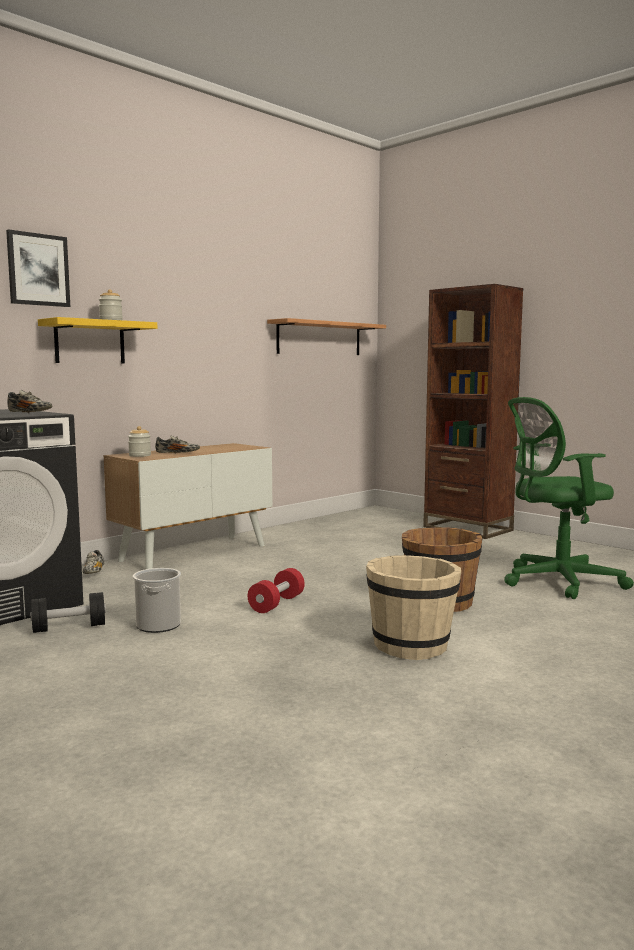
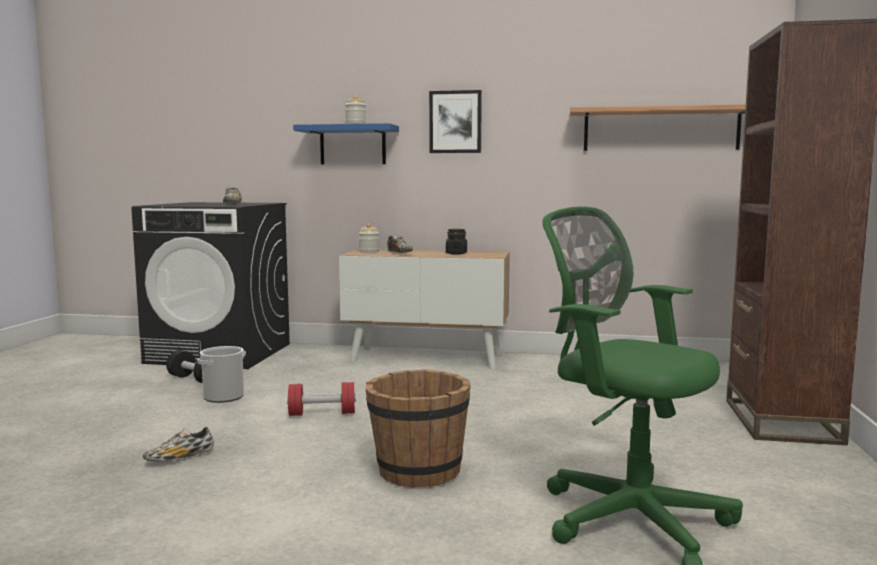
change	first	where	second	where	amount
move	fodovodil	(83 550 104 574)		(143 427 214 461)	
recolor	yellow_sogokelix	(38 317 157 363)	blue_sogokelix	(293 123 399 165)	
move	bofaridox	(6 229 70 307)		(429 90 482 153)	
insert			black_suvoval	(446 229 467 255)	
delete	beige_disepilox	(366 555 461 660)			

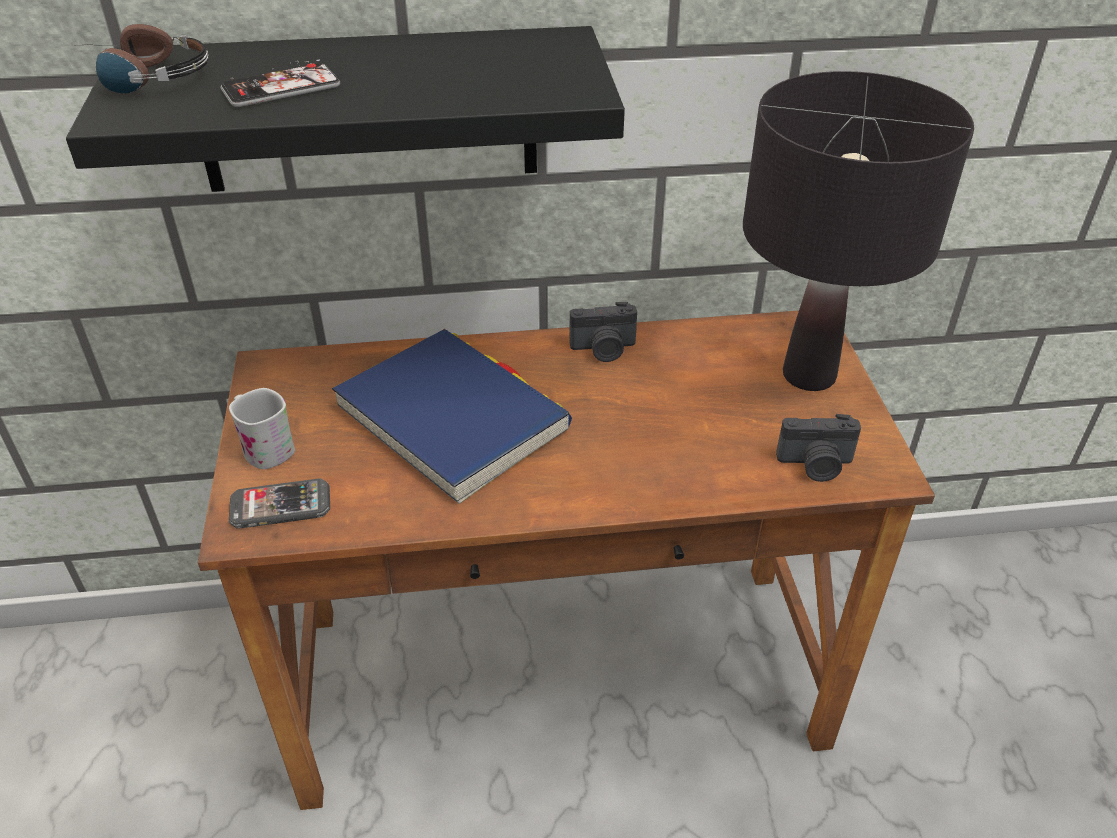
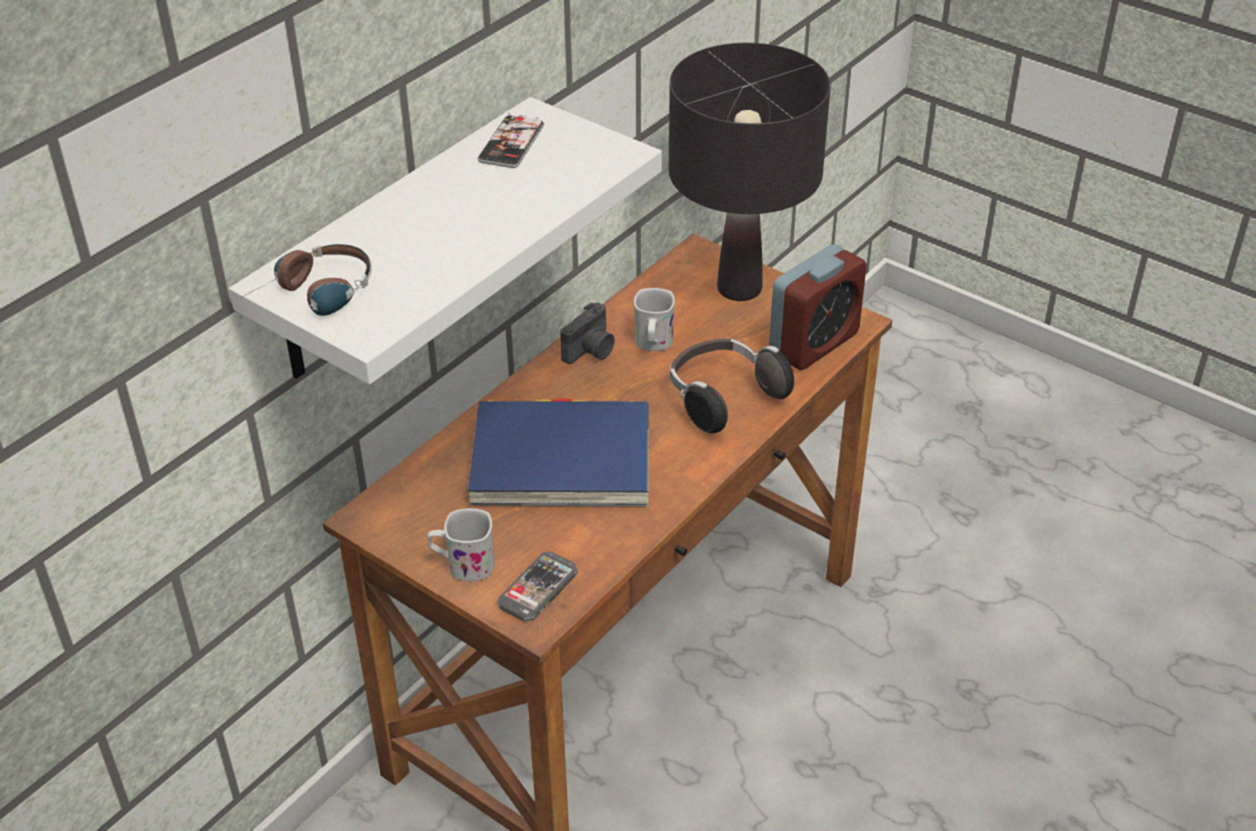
change	first	where	second	where	amount
recolor	black_sogokelix	(66 26 625 192)	white_sogokelix	(229 97 662 384)	
move	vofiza	(221 59 340 107)		(478 113 544 168)	
insert			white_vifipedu	(634 288 675 351)	
insert			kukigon	(670 338 794 433)	
replace	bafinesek	(776 414 861 482)	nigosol	(769 244 867 370)	

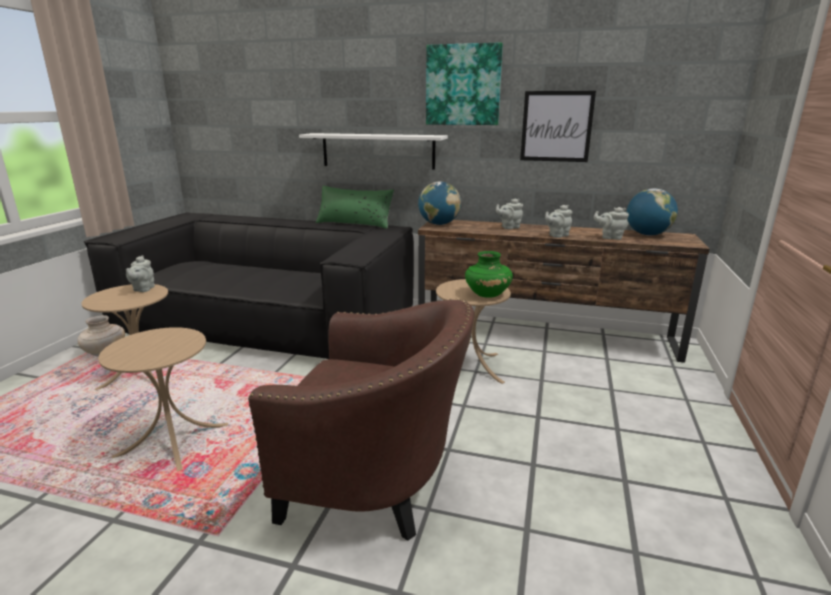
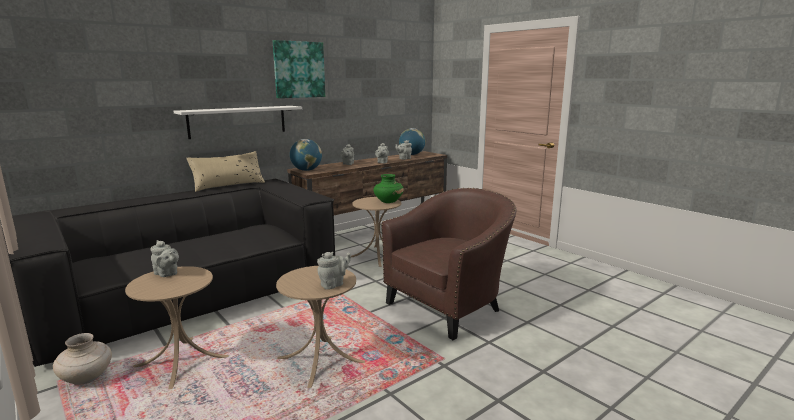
change	first	where	second	where	amount
recolor	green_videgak	(316 186 394 229)	beige_videgak	(187 151 265 192)	
insert			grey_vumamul	(317 252 351 290)	
delete	bofaridox	(520 91 596 162)			

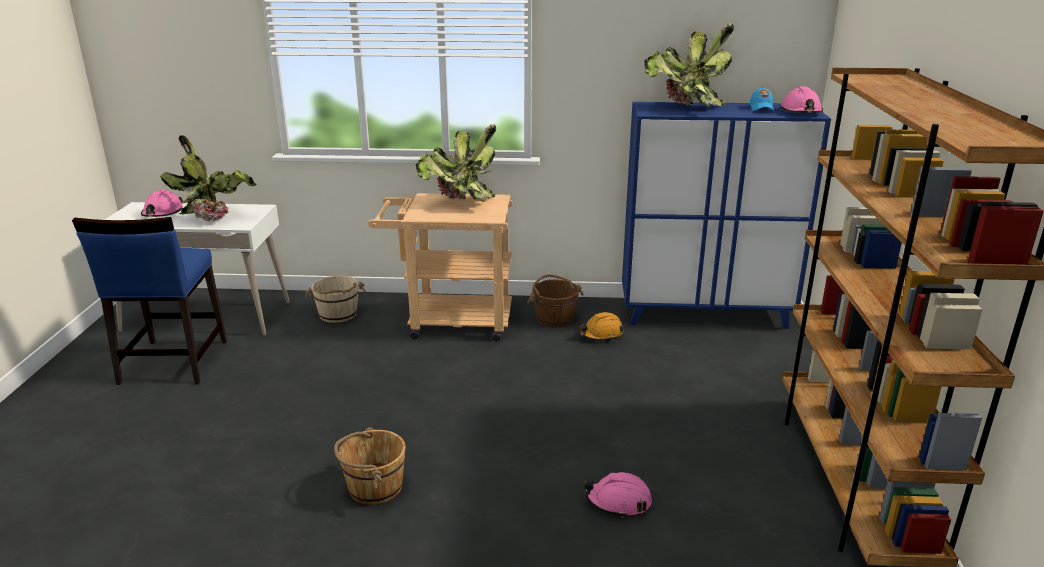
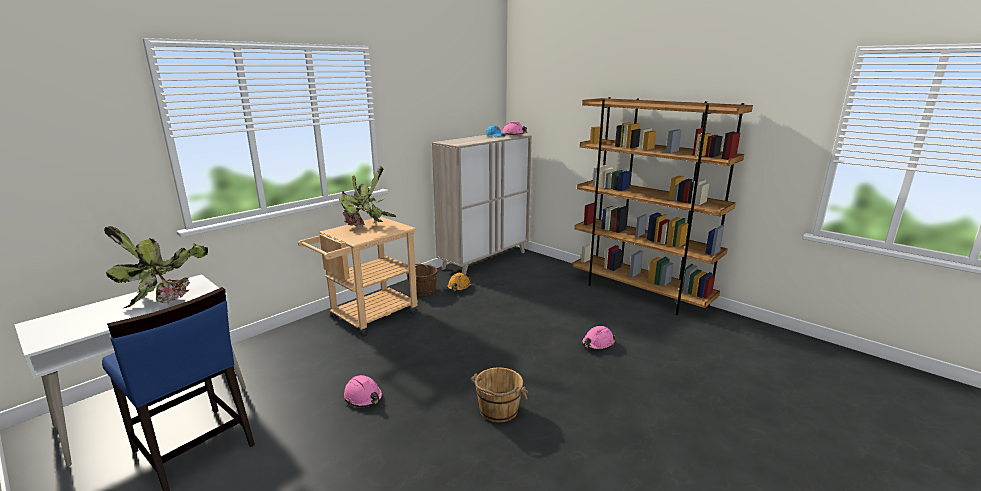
change	first	where	second	where	amount
move	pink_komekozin	(141 190 183 217)		(344 375 383 407)	
recolor	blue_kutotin	(622 102 831 329)	beige_kutotin	(432 134 532 275)	
delete	beige_disepilox	(305 276 366 323)			
delete	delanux	(644 23 734 108)			

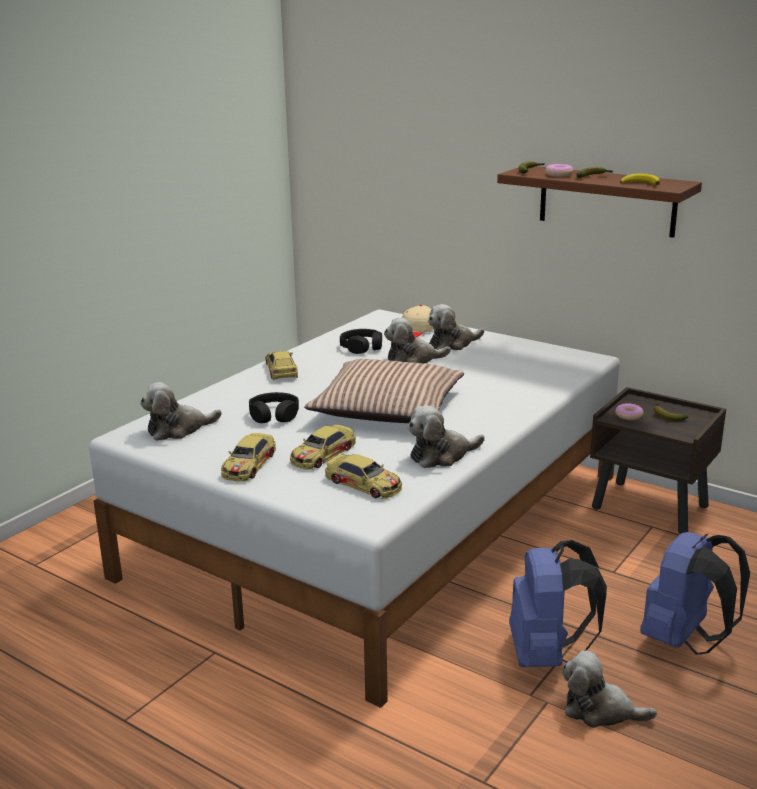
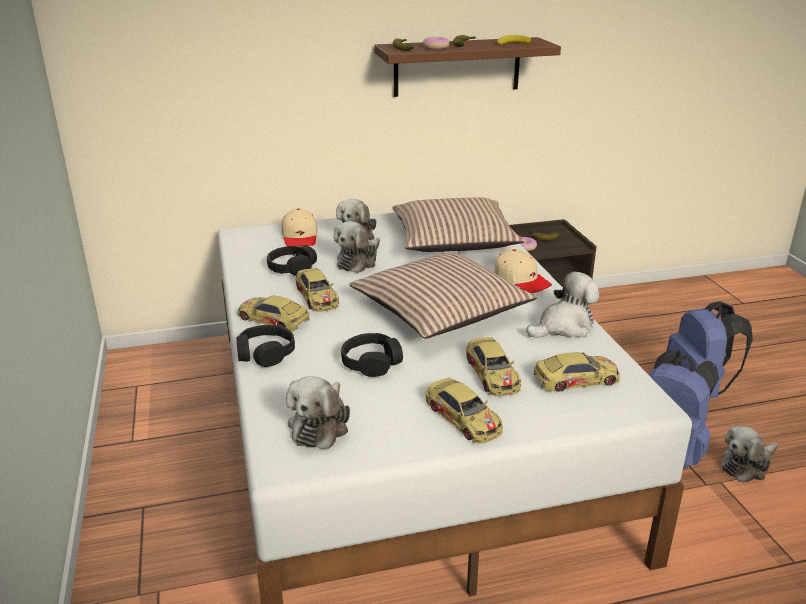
change	first	where	second	where	amount
insert			black_kukigon	(236 325 295 367)	
insert			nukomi	(296 268 339 312)	
insert			videgak	(393 197 525 252)	
insert			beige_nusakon	(494 249 552 293)	
rotate	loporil	(408 406 484 468)		(526 272 599 338)	135 degrees counterclockwise

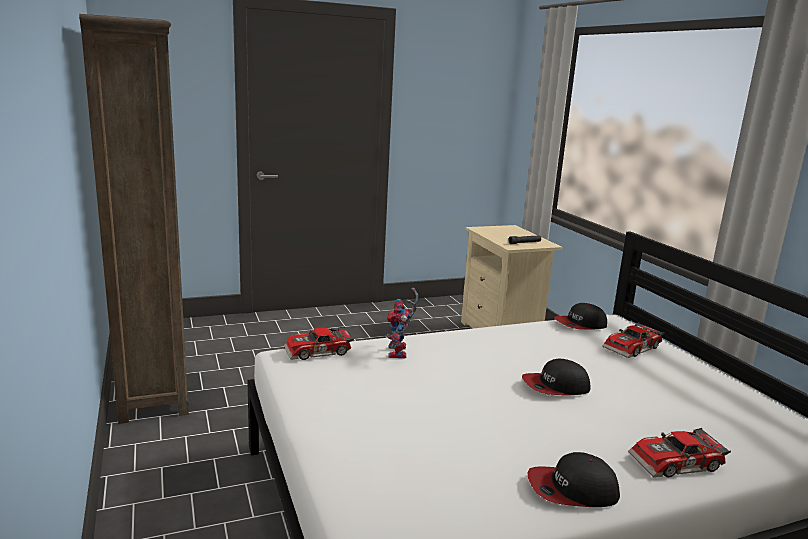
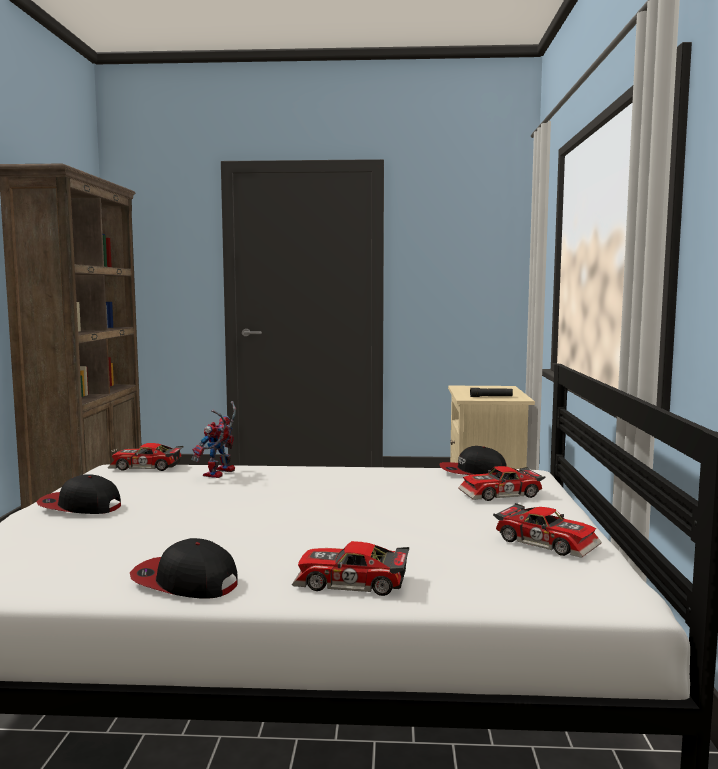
change	first	where	second	where	amount
move	nusakon	(522 359 591 395)		(36 474 121 514)	
insert			nukomi	(493 503 602 558)	

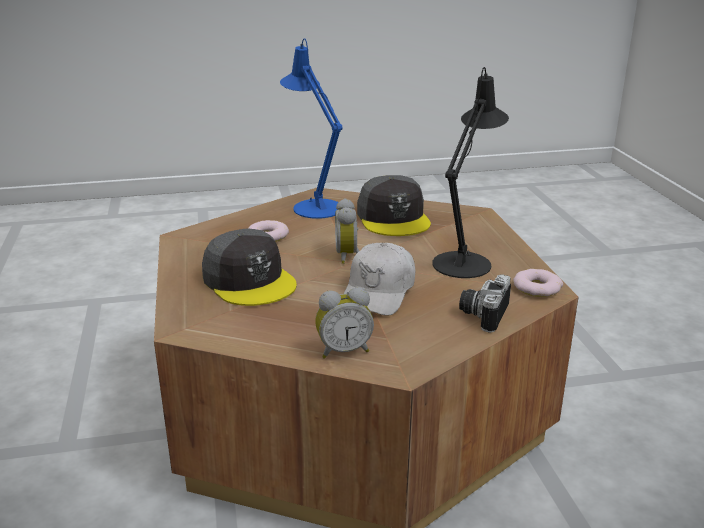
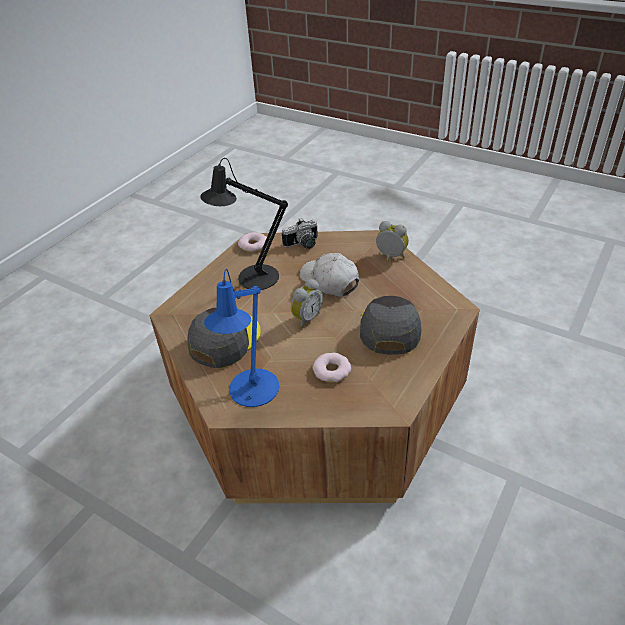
change	first	where	second	where	amount
rotate	white_nusakon	(344 243 415 316)		(299 253 359 297)	105 degrees counterclockwise

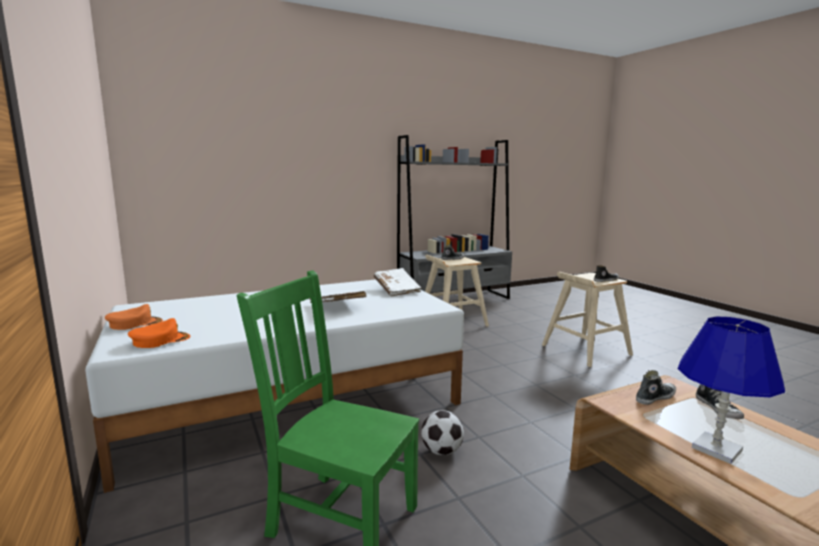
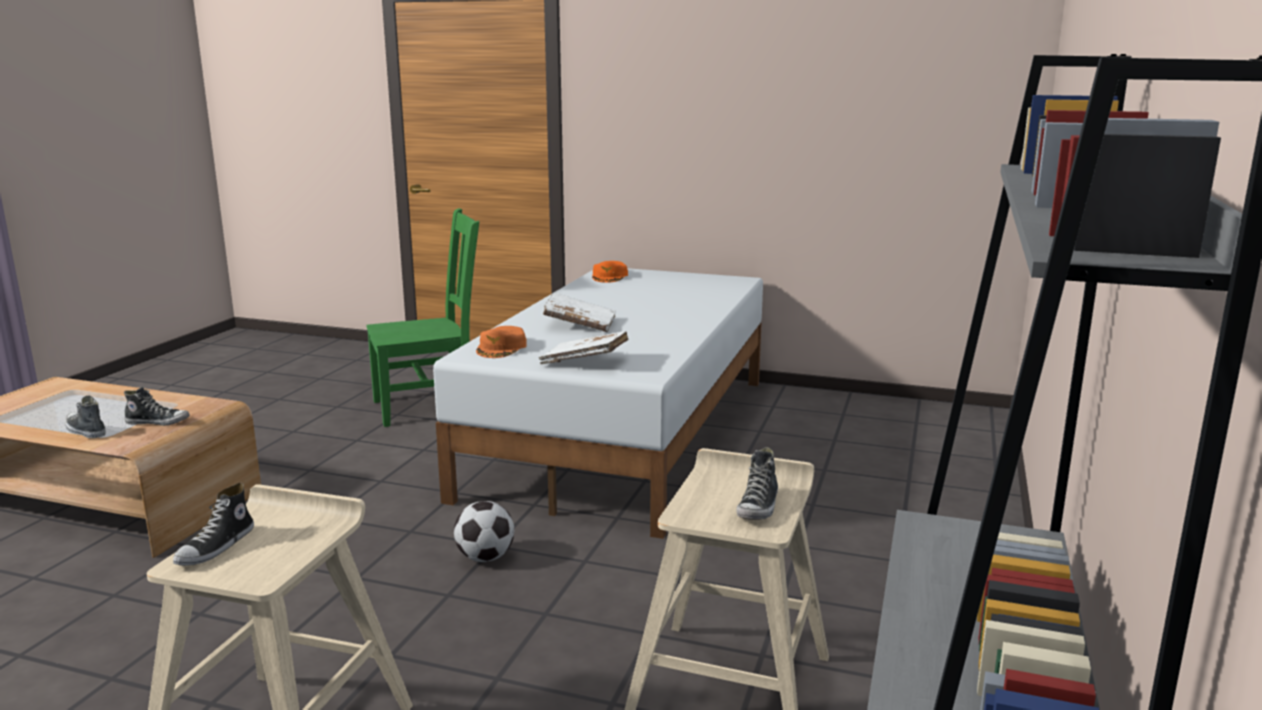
change	first	where	second	where	amount
rotate	fodovodil	(636 370 676 405)		(124 387 190 426)	105 degrees counterclockwise
move	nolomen	(421 410 464 455)		(454 501 514 562)	
move	orange_nusakon	(105 304 163 330)		(476 326 527 358)	
delete	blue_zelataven	(678 316 785 464)			

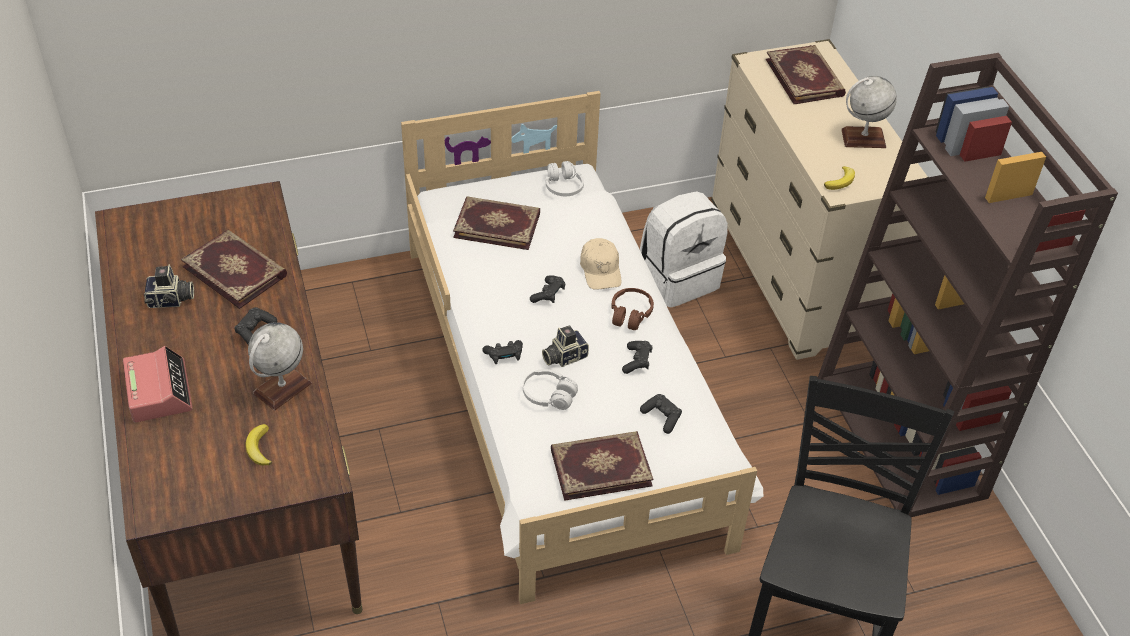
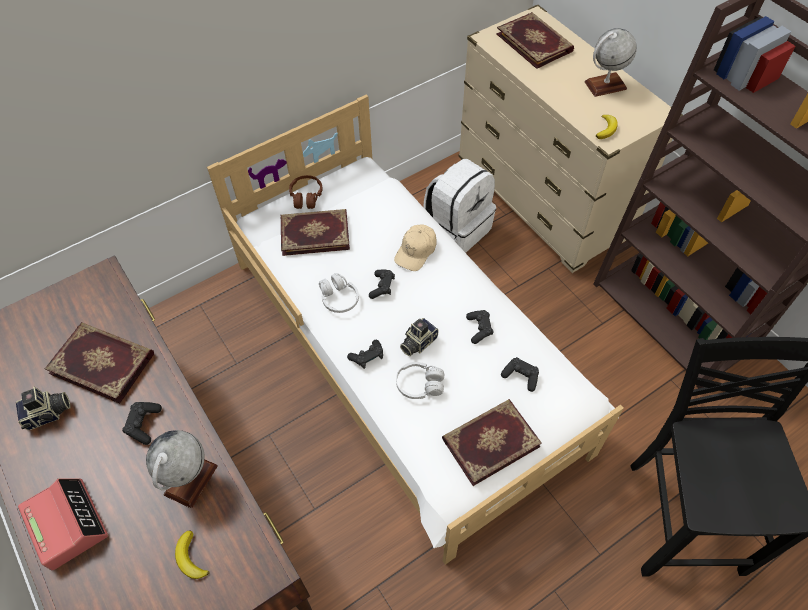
change	first	where	second	where	amount
move	brown_kukigon	(611 288 654 330)		(289 175 323 209)	
move	white_kukigon	(546 161 584 196)		(319 273 359 313)	
rotate	beige_nusakon	(580 238 622 290)		(394 224 437 271)	60 degrees clockwise

